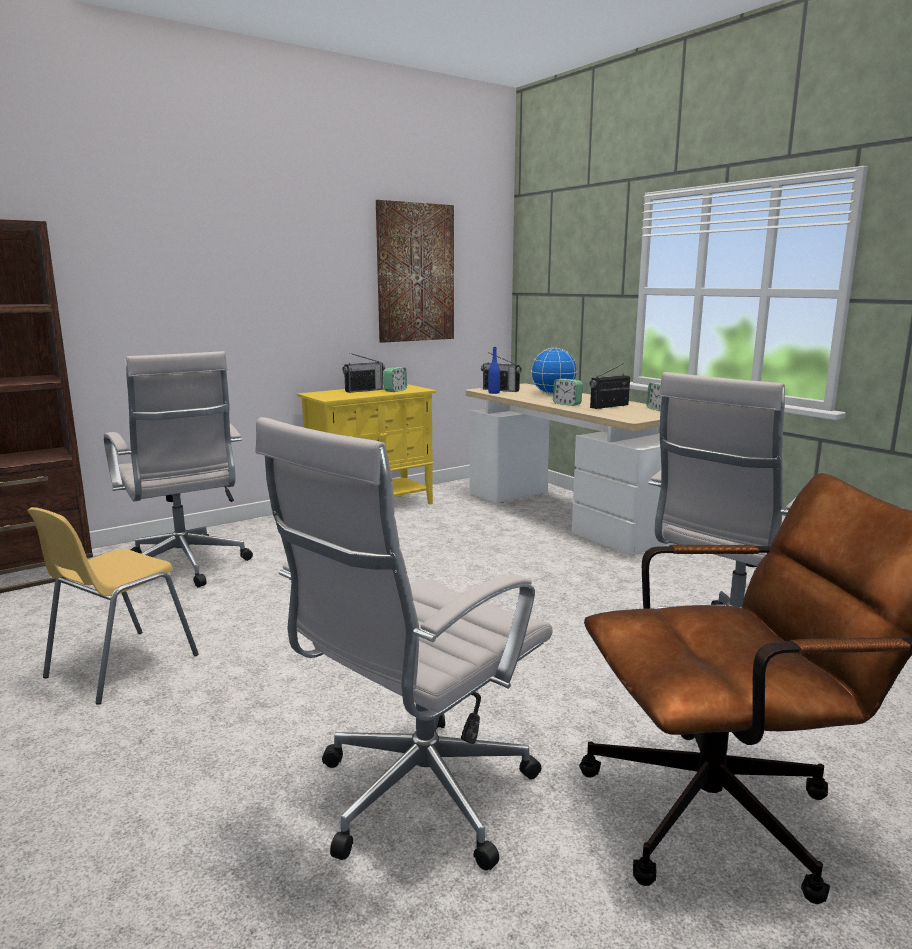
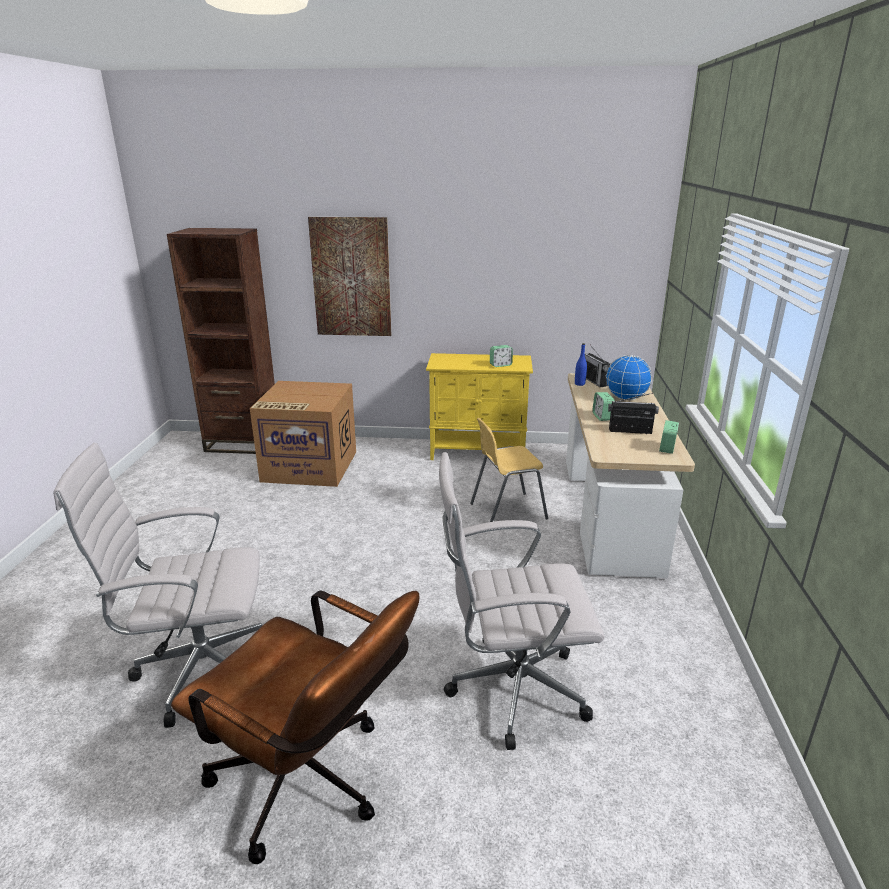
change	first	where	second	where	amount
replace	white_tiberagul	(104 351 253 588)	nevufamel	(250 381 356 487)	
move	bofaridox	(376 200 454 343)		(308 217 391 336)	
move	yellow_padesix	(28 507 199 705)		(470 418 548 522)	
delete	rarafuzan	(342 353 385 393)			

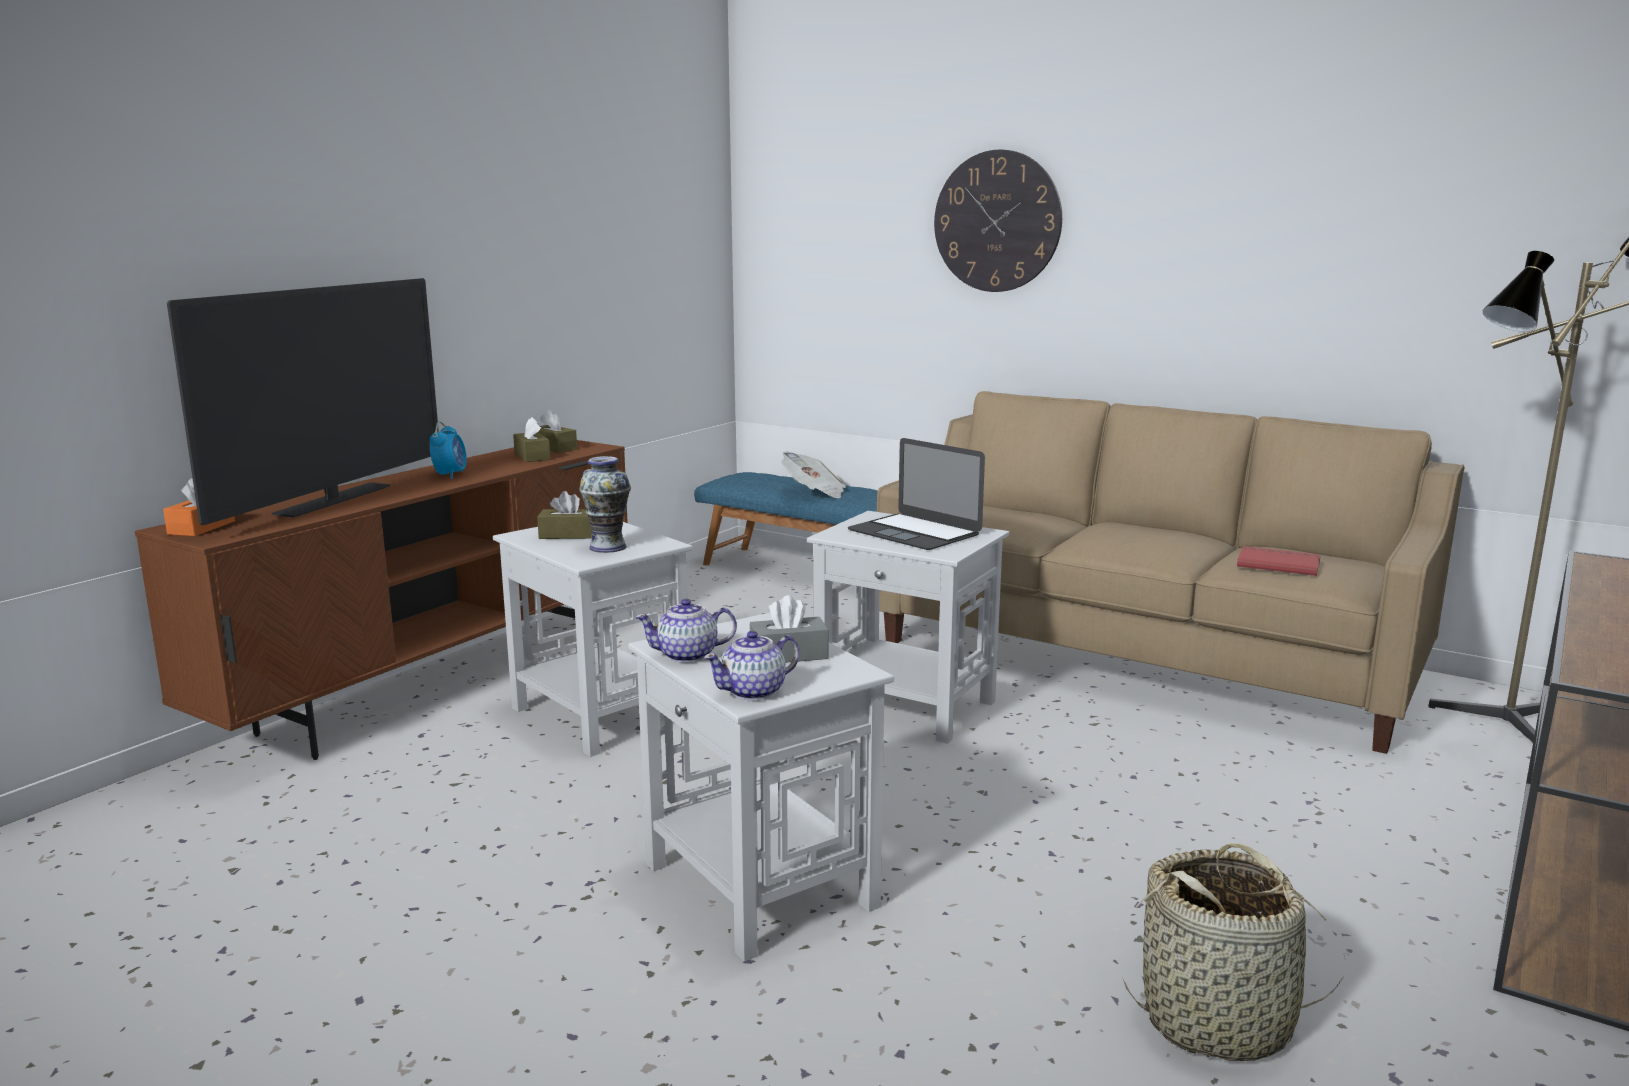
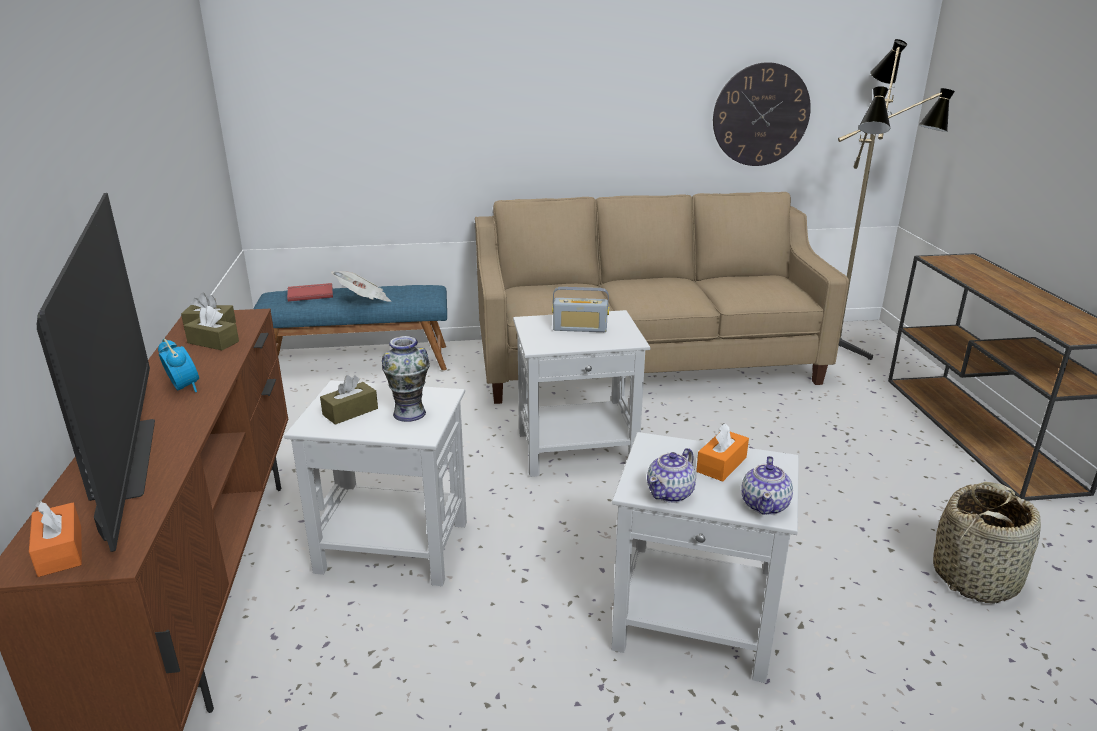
change	first	where	second	where	amount
move	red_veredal	(1237 546 1320 576)		(287 283 333 302)	
replace	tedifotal	(848 438 985 550)	rarafuzan	(552 287 609 332)	
recolor	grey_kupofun	(750 595 829 663)	orange_kupofun	(696 423 749 482)	
move	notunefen	(934 150 1062 292)		(713 62 811 166)	

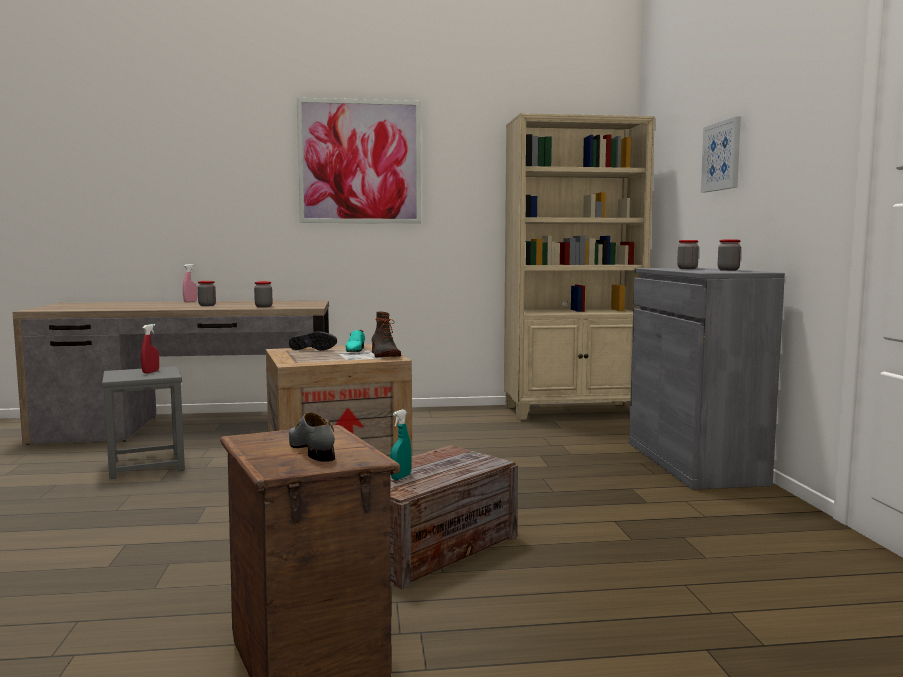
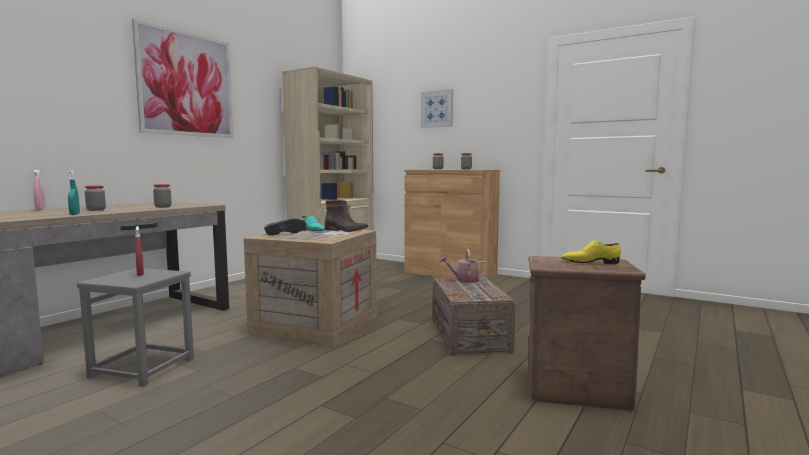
change	first	where	second	where	amount
move	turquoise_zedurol	(390 409 411 480)		(68 170 80 215)	
recolor	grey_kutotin	(629 268 785 490)	brown_kutotin	(405 169 500 279)	
insert			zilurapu	(439 249 489 283)	
recolor	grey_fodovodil	(289 412 335 462)	yellow_fodovodil	(562 240 621 264)	

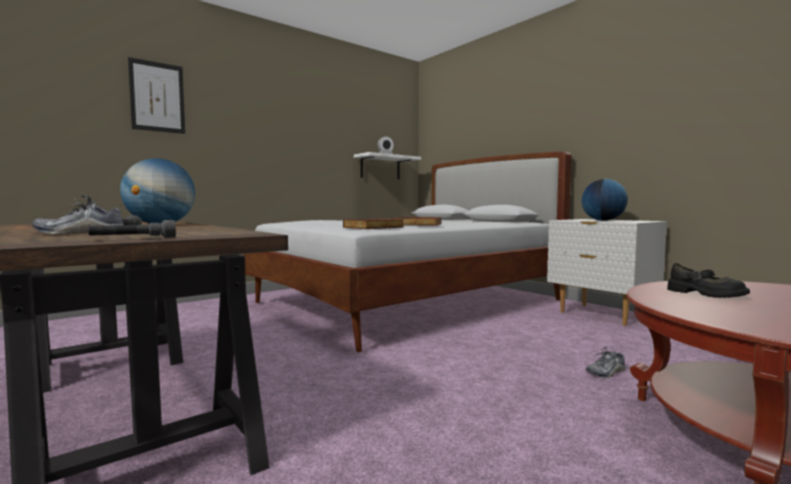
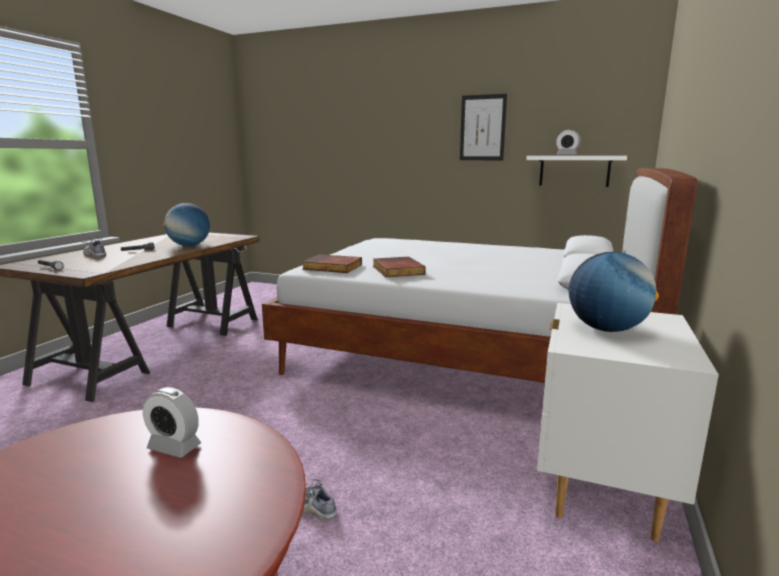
change	first	where	second	where	amount
replace	black_fodovodil	(667 263 750 298)	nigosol	(143 387 201 458)	
move	bofaridox	(128 57 185 134)		(460 94 507 160)	

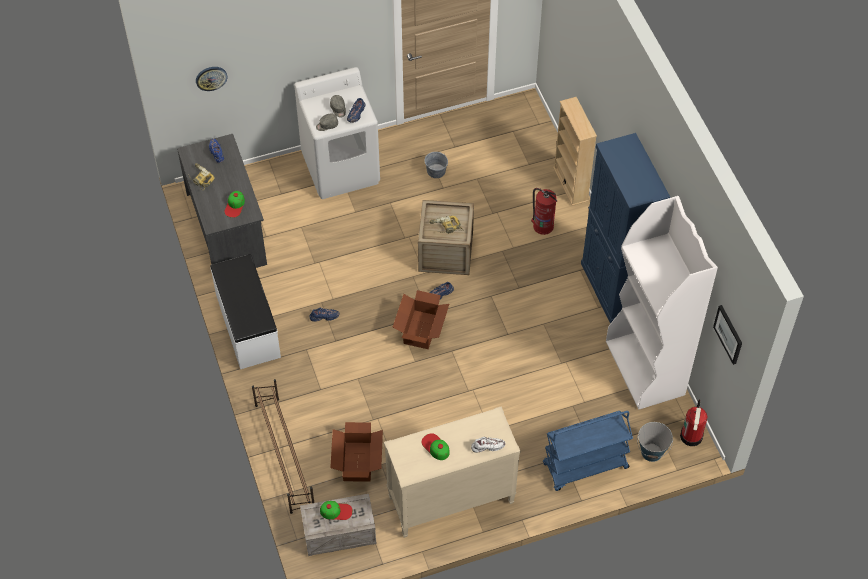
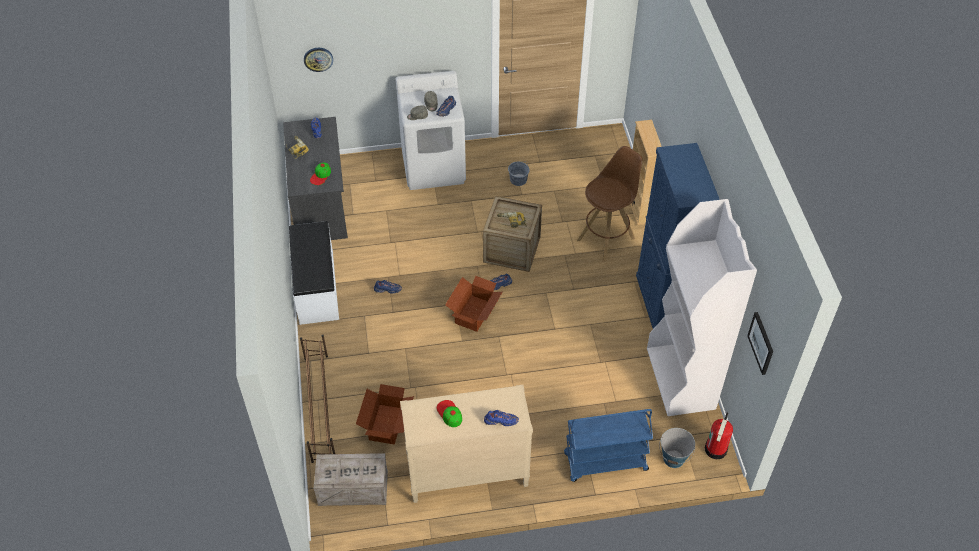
change	first	where	second	where	amount
recolor	white_fodovodil	(471 437 505 453)	blue_fodovodil	(484 410 519 426)	
replace	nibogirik	(531 188 557 235)	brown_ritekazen	(577 146 642 261)	
delete	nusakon	(320 501 353 520)			

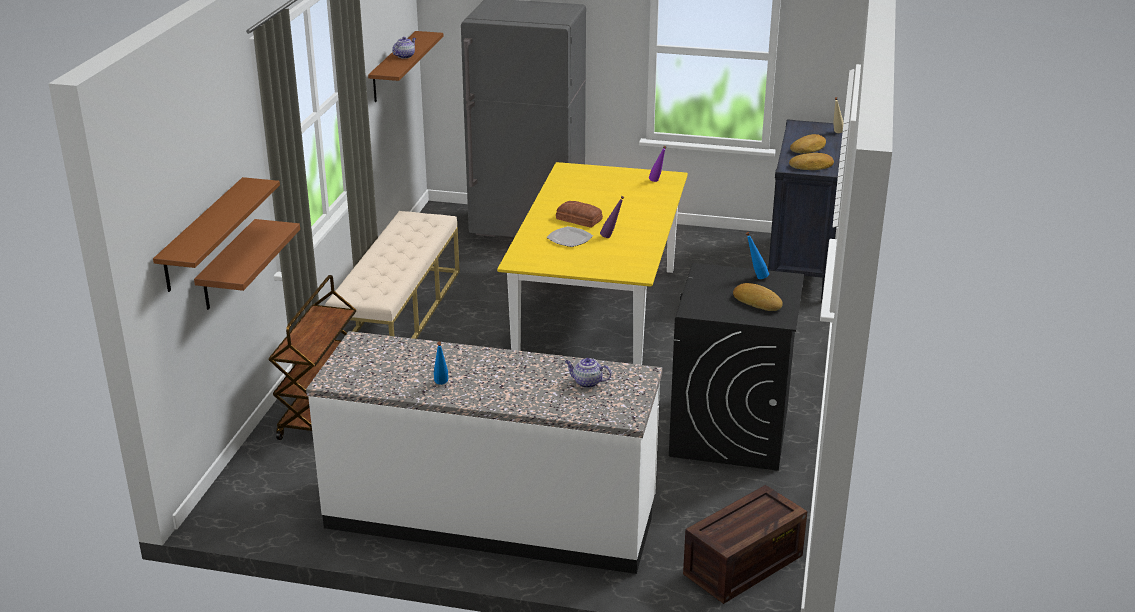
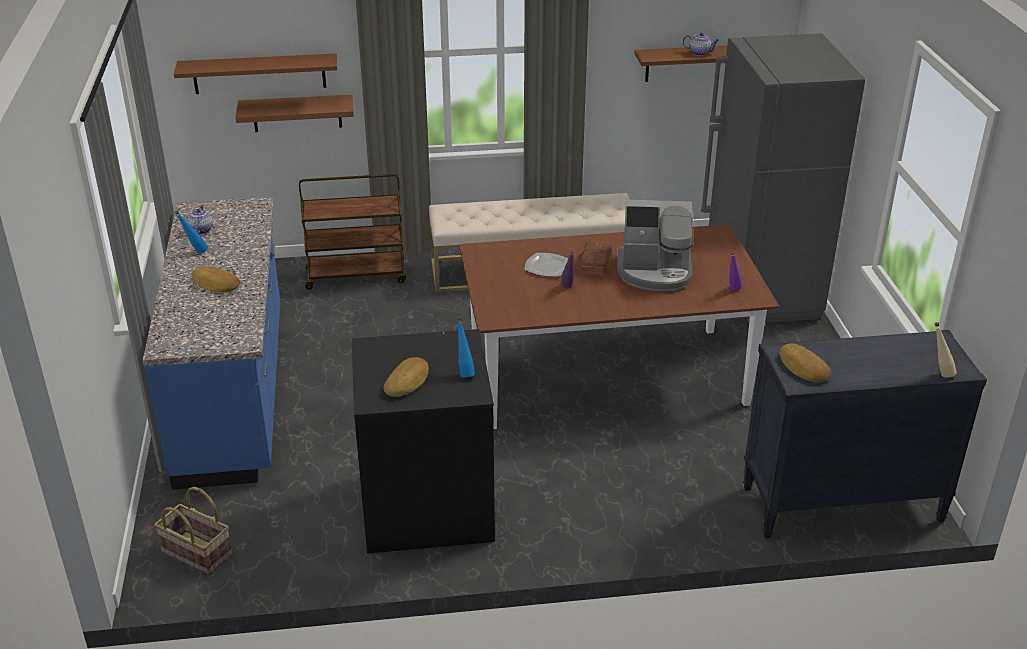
change	first	where	second	where	amount
recolor	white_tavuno	(306 331 663 574)	blue_tavuno	(143 197 280 490)	
replace	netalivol	(683 485 807 604)	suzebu	(154 487 232 575)	
move	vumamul	(565 358 611 388)		(187 205 213 234)	
move	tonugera	(790 134 826 153)		(191 266 240 292)	
recolor	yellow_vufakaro	(497 162 688 365)	brown_vufakaro	(459 224 779 429)	
insert			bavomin	(617 200 693 291)	

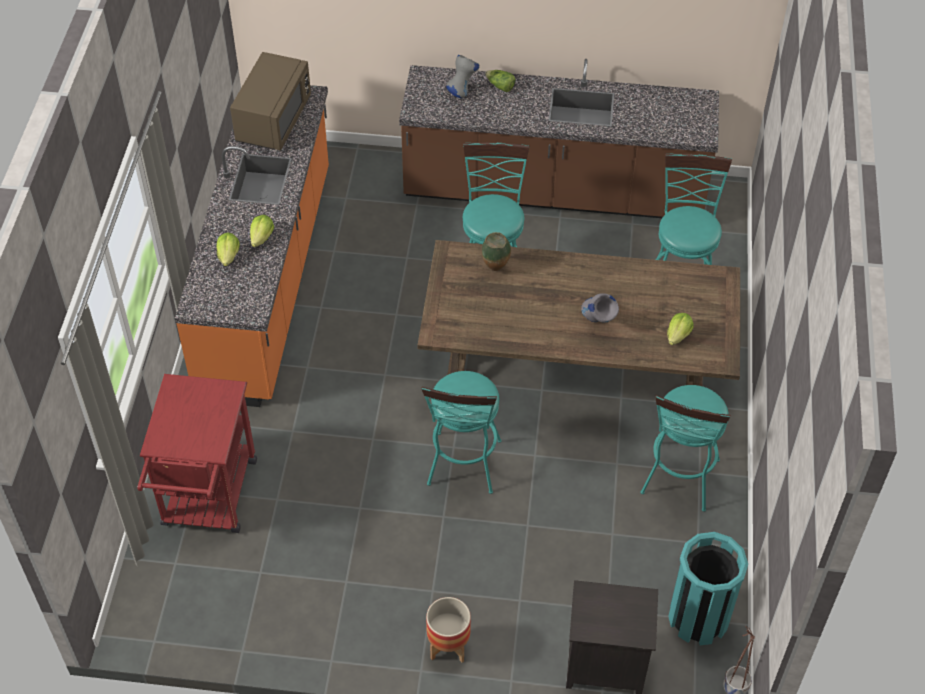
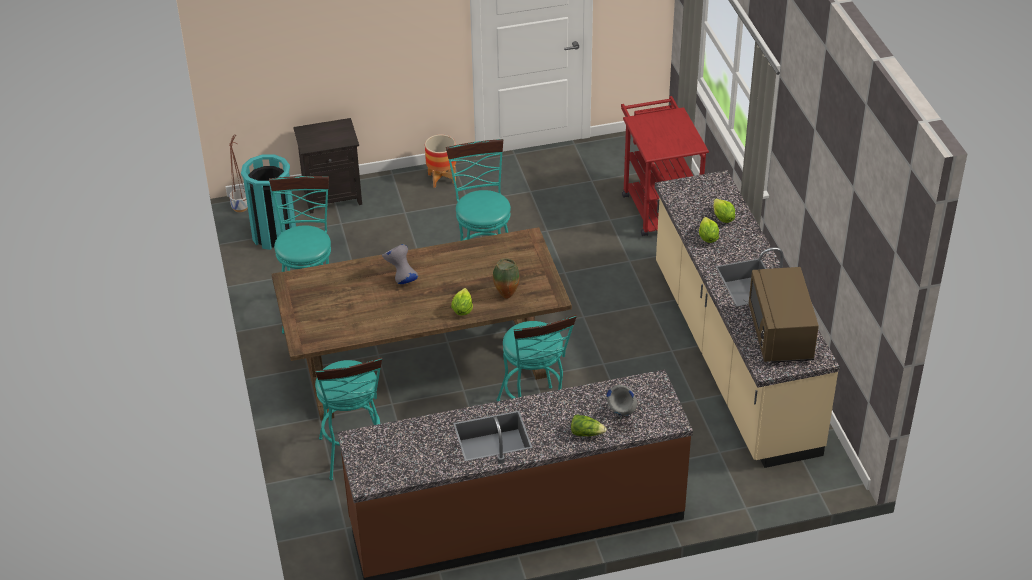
change	first	where	second	where	amount
move	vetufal	(667 313 694 345)		(451 288 473 316)	
recolor	orange_tavuno	(175 85 329 407)	beige_tavuno	(655 170 840 468)	

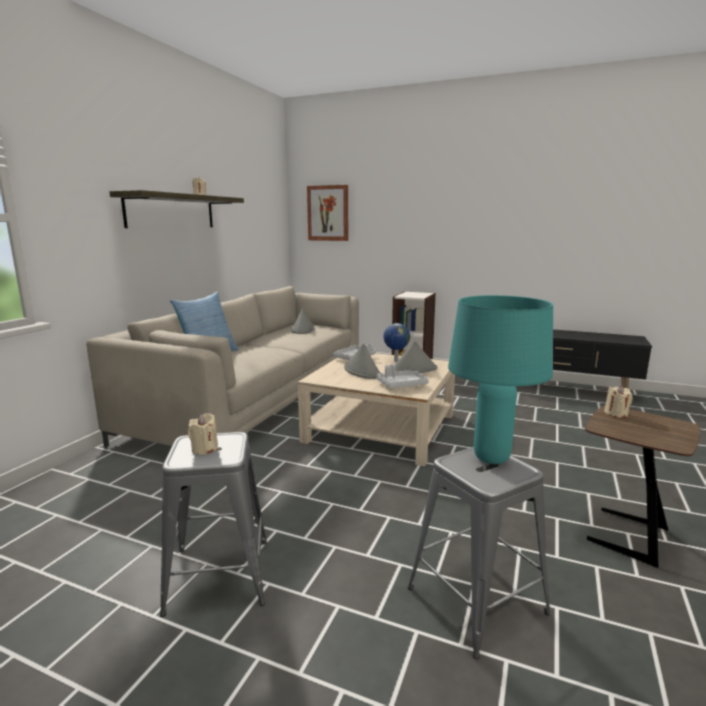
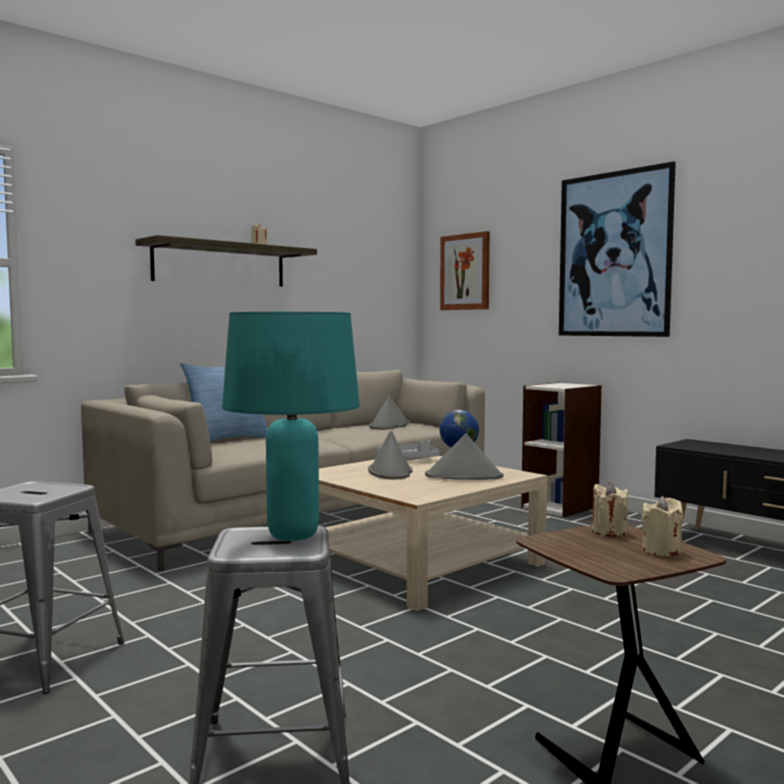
change	first	where	second	where	amount
insert			bofaridox	(559 161 676 337)	
move	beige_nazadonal	(188 413 218 455)		(641 496 683 556)	
delete	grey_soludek	(377 364 429 388)			

